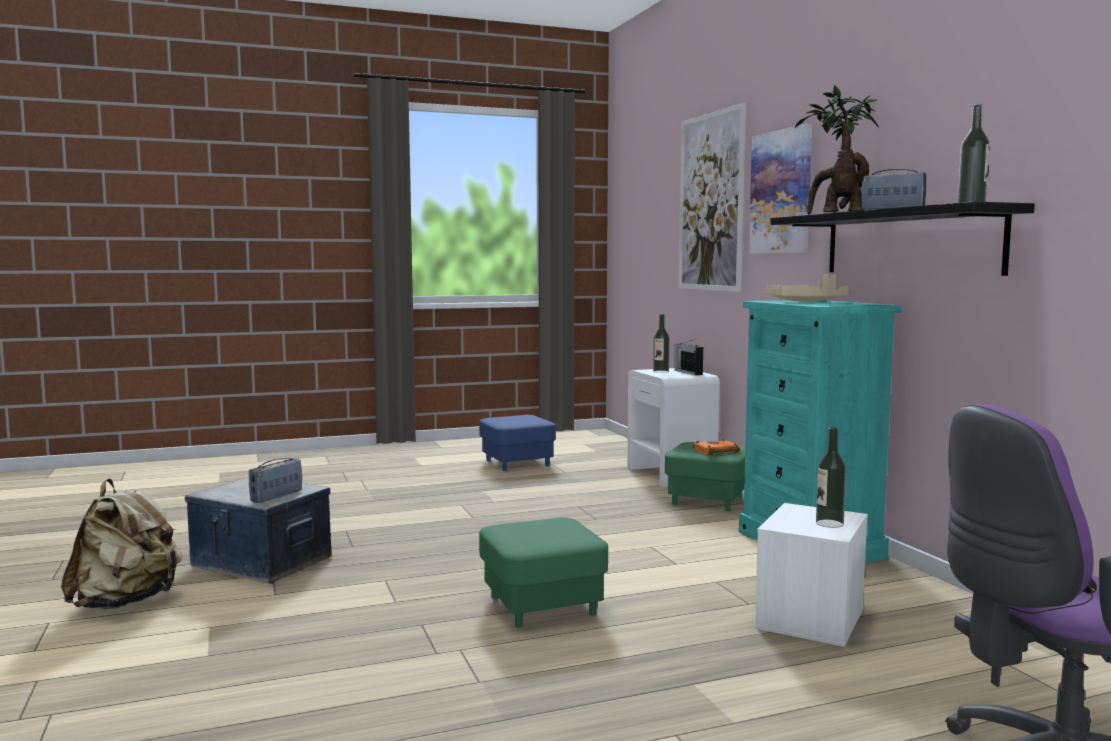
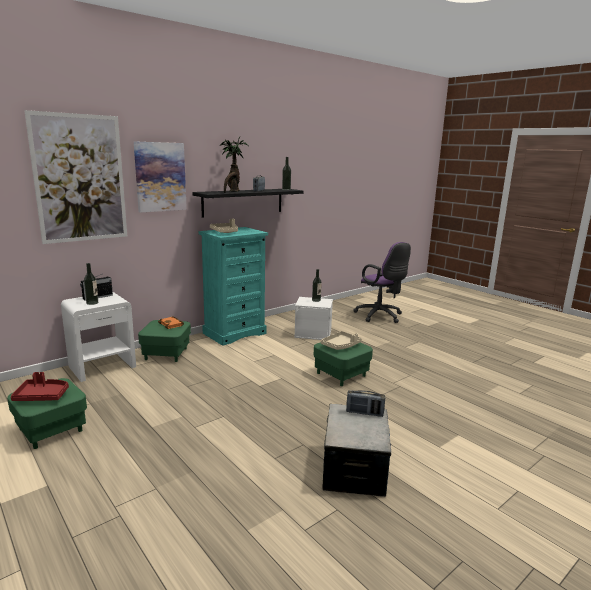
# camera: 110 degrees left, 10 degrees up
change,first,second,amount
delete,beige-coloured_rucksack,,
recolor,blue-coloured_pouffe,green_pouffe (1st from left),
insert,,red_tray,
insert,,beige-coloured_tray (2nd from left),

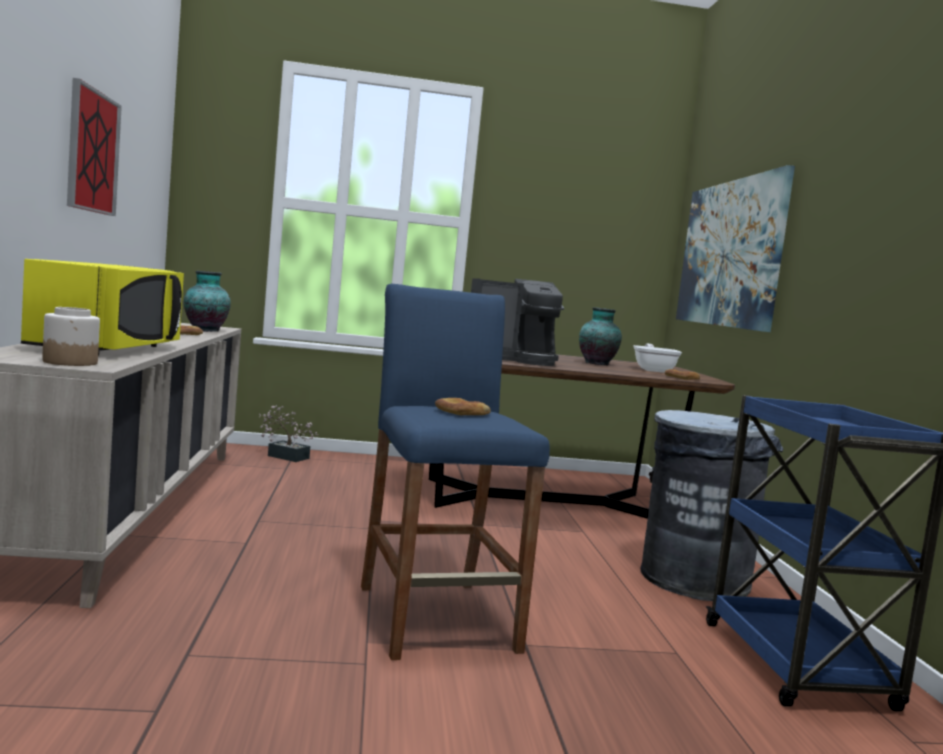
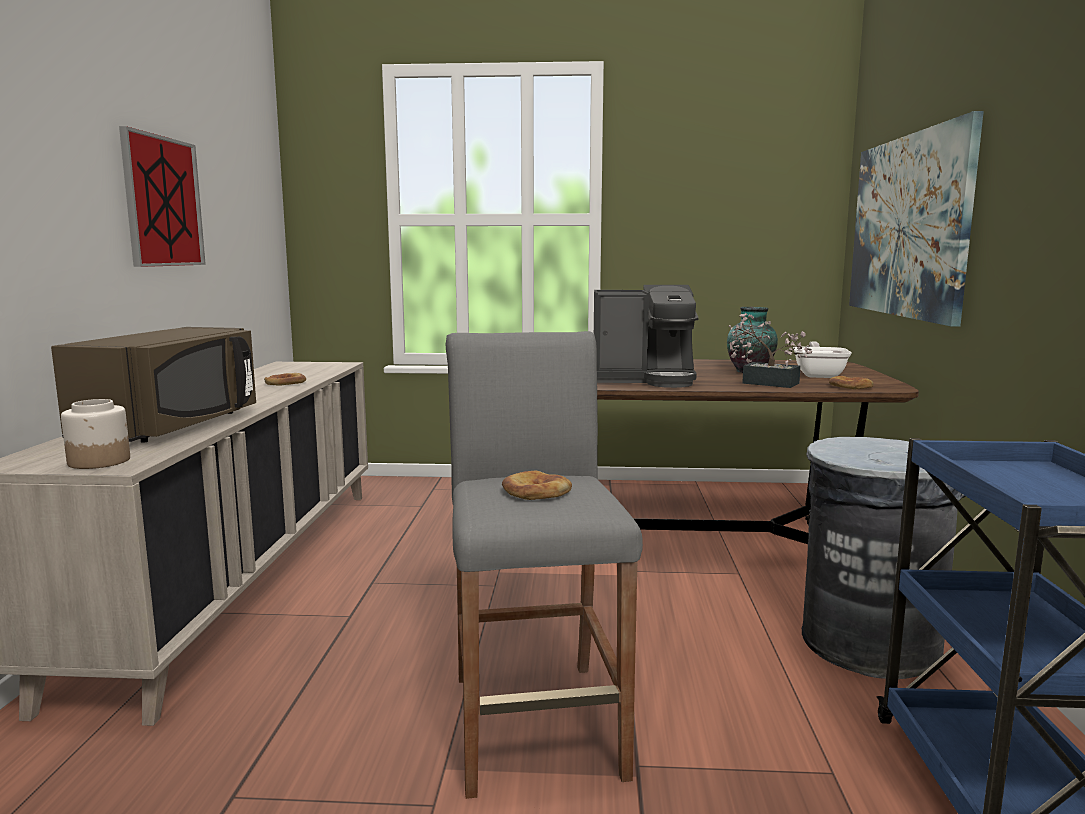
# camera: 10 degrees right, 5 degrees up
change,first,second,amount
recolor,yellowish_kitchen_microwave,brown-coloured_kitchen_microwave,
delete,vase (1st from left),,
move,houseplant,,
recolor,blue-coloured_stool_seat,gray_stool_seat,

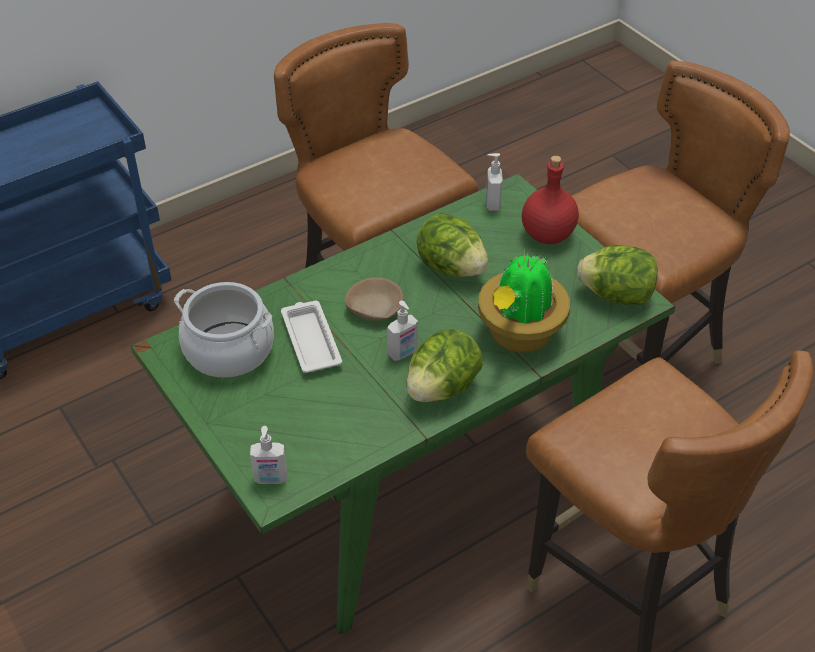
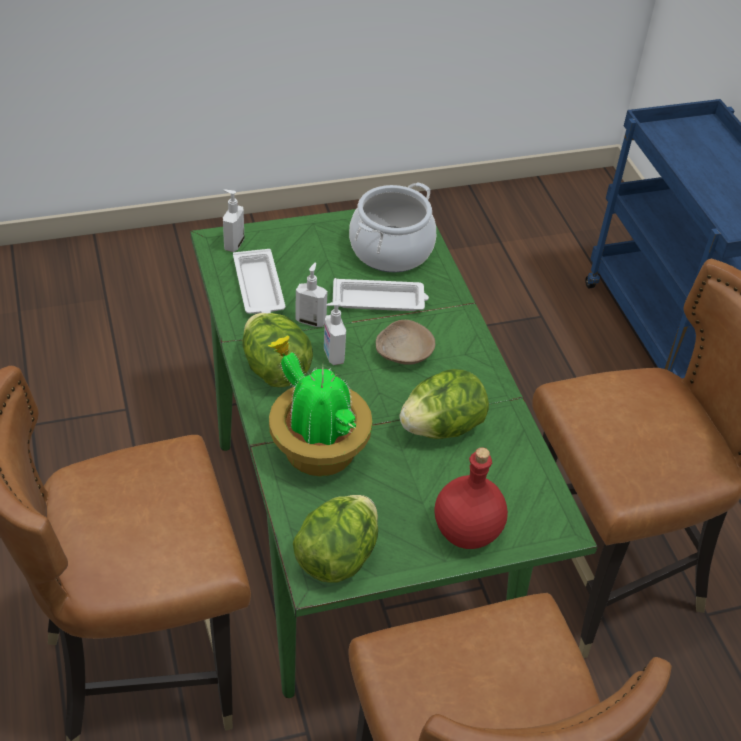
# camera: 105 degrees right, 0 degrees up
change,first,second,amount
move,liquid_soap_bottle (3rd from left in the first image),liquid_soap_bottle (2nd from left),
insert,,whitish_tray (1st from left),

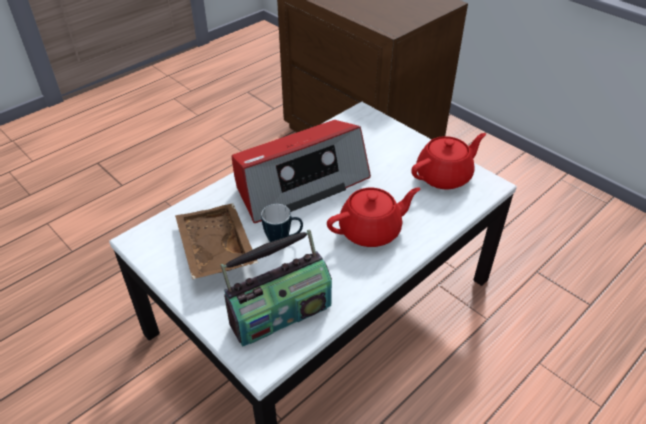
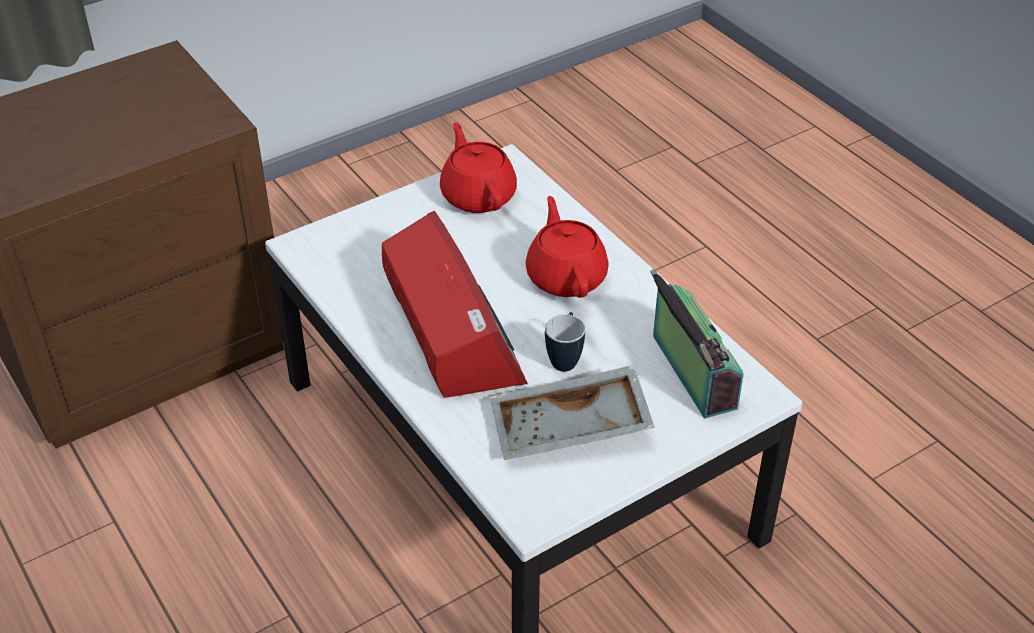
# camera: 80 degrees left, 0 degrees up
change,first,second,amount
recolor,brown-coloured_tray,gray_tray,

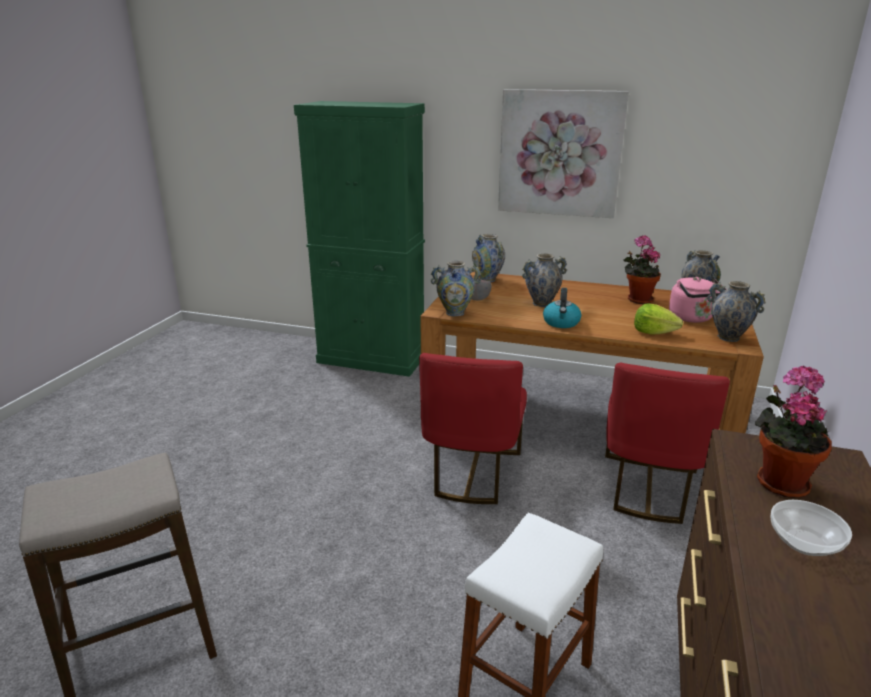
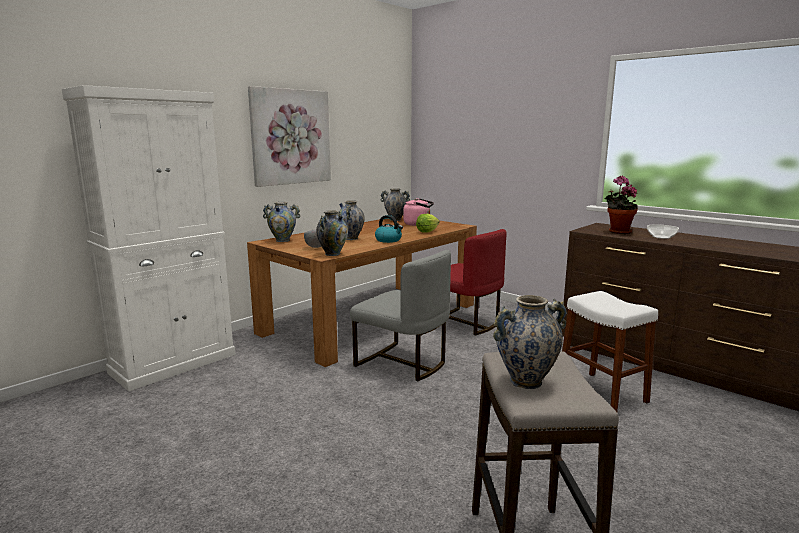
# camera: 65 degrees left, 10 degrees down
change,first,second,amount
recolor,green_cabinet,whitish_cabinet,
recolor,red_chair (1st from left),gray_chair,
delete,houseplant (1st from left),,
move,vase (5th from left),,

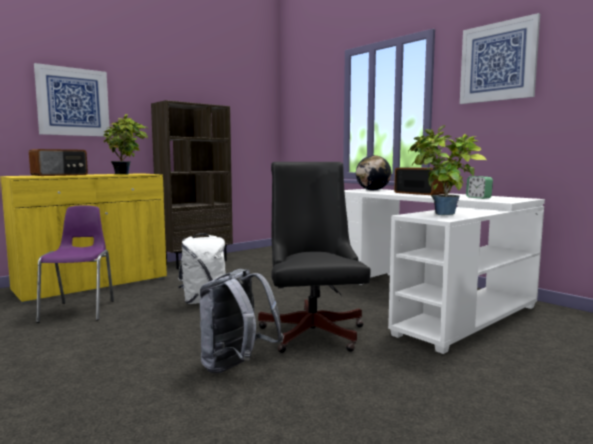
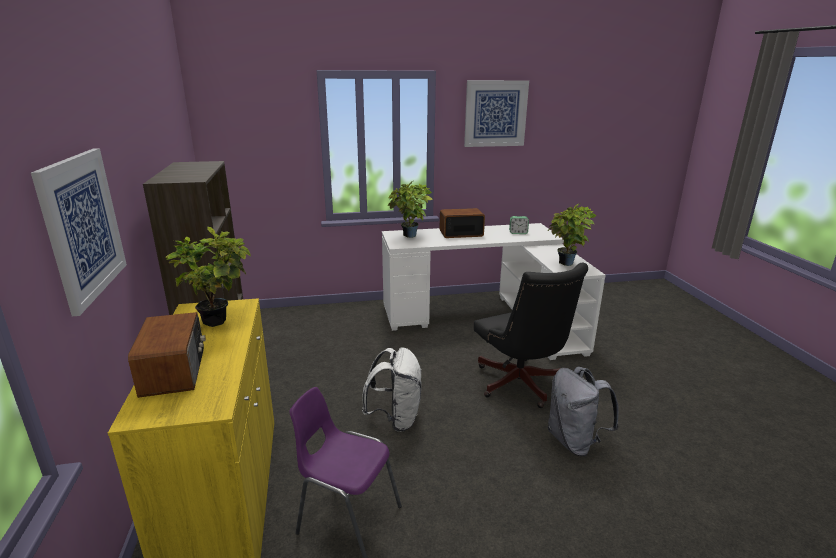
# camera: 60 degrees left, 15 degrees up
change,first,second,amount
rotate,blackish_desk_chair,,135 degrees counterclockwise
replace,world_globe,houseplant (2nd from left),

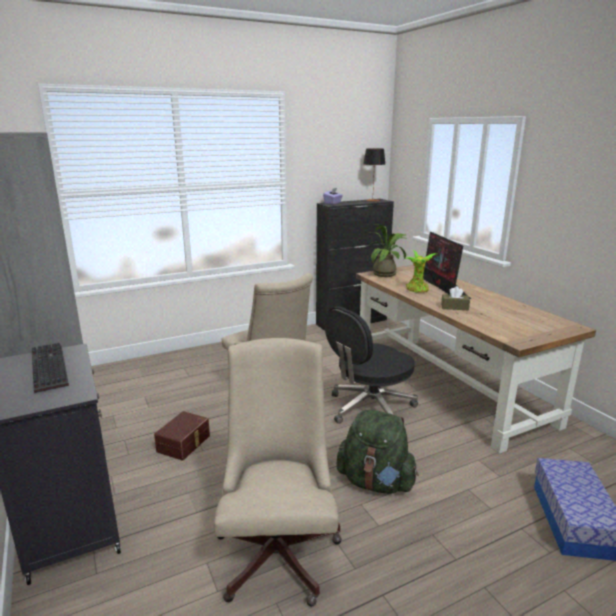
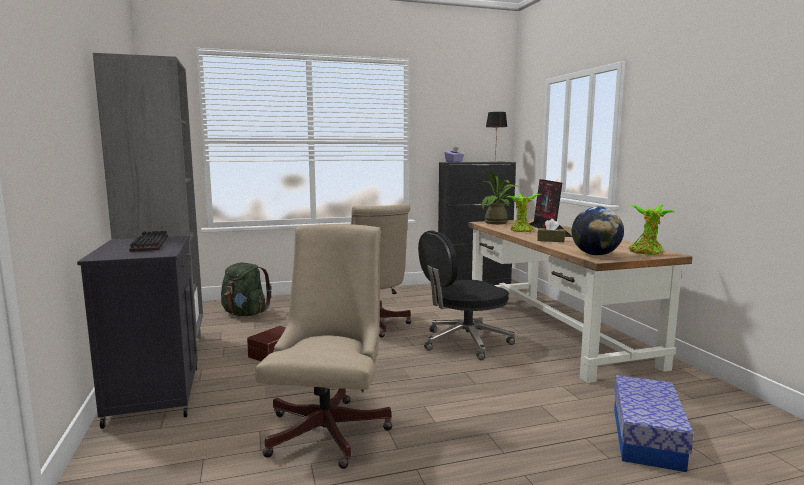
# camera: 10 degrees right, 10 degrees down
change,first,second,amount
move,green_rucksack,,
insert,,world_globe,
insert,,houseplant (3rd from left),

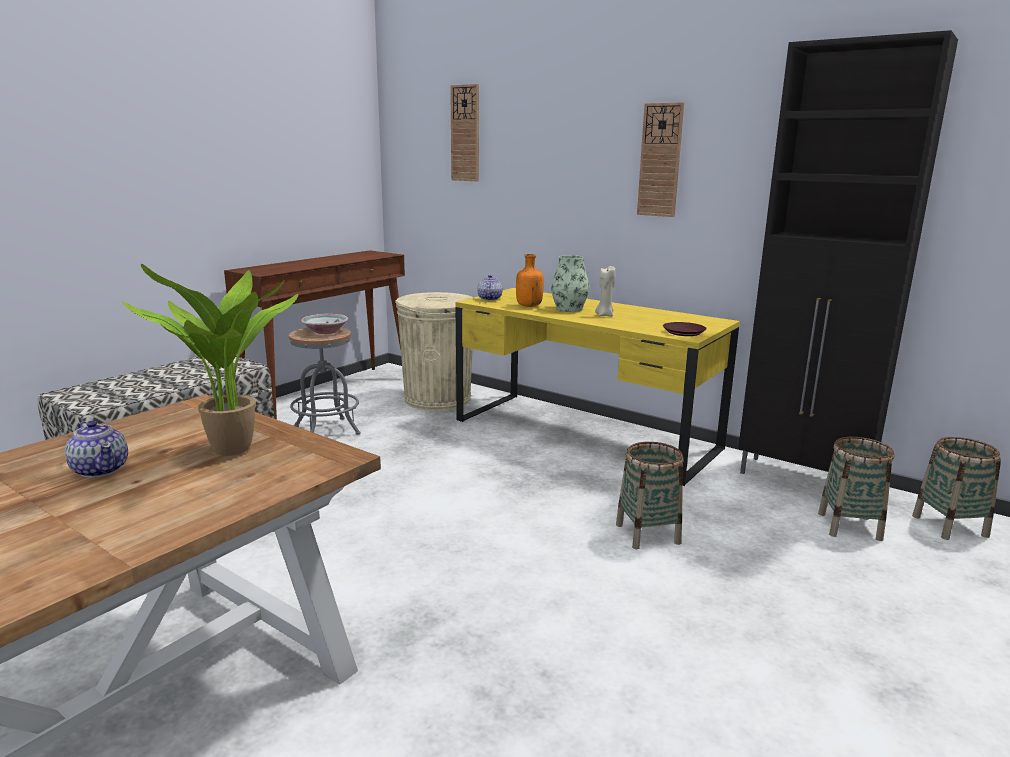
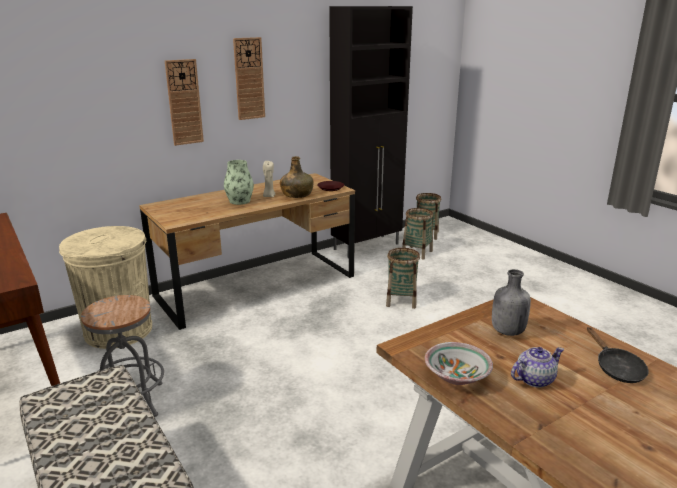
# camera: 70 degrees left, 5 degrees up
change,first,second,amount
replace,houseplant,gray_drink_bottle,
move,bowl,,
move,clock_on_the_wall (1st from left),,
recolor,yellowish_desk_unit,brown-coloured_desk_unit,
delete,tea_pot (2nd from left),,
delete,orange_drink_bottle,,
insert,,green_drink_bottle,
insert,,blackish_pan,

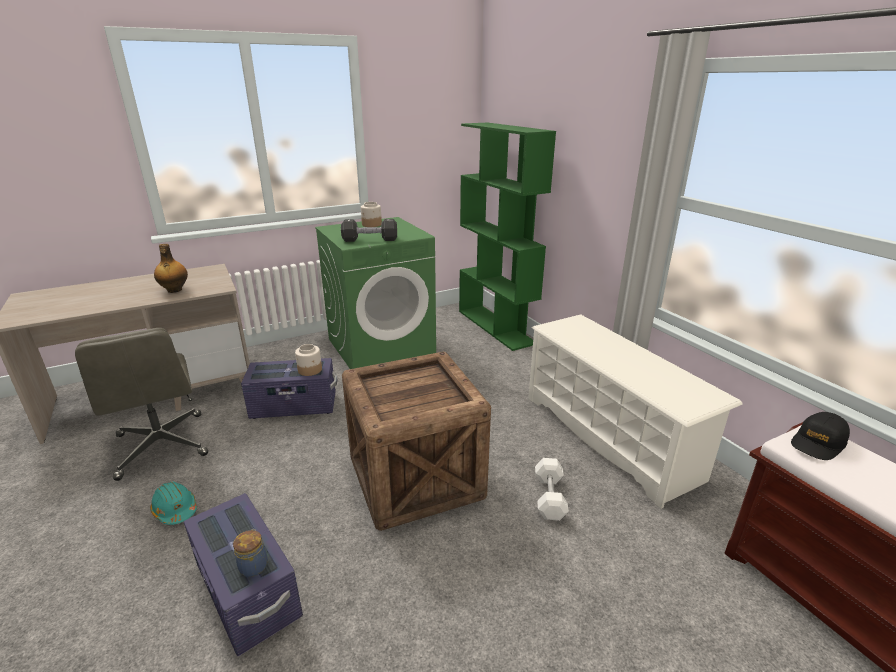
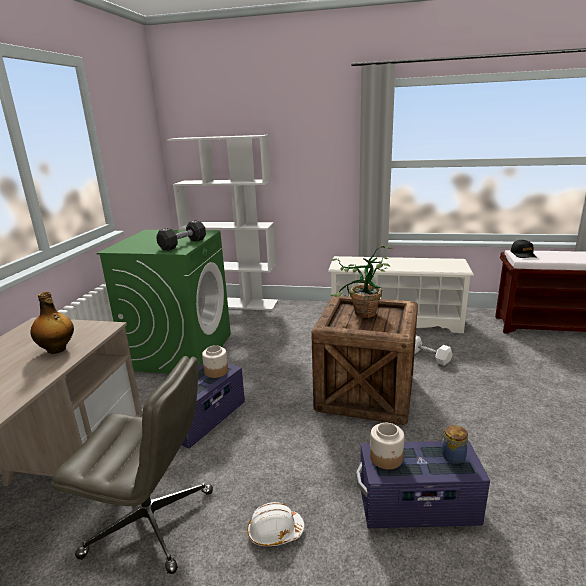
# camera: 50 degrees left, 5 degrees down
change,first,second,amount
recolor,turquoise_hard_hat,whitish_hard_hat,
move,storage_jar (3rd from left in the first image),storage_jar (2nd from left),
recolor,green_shelving_unit,whitish_shelving_unit,
insert,,houseplant,

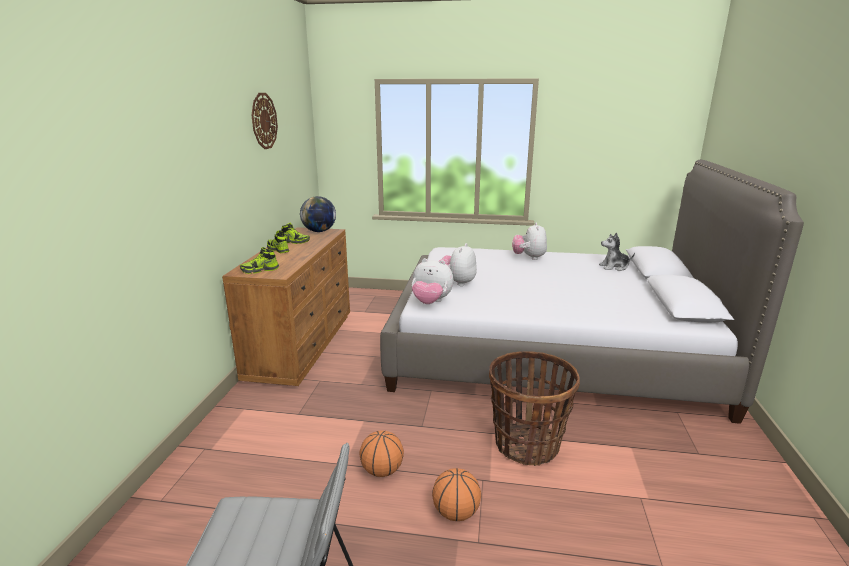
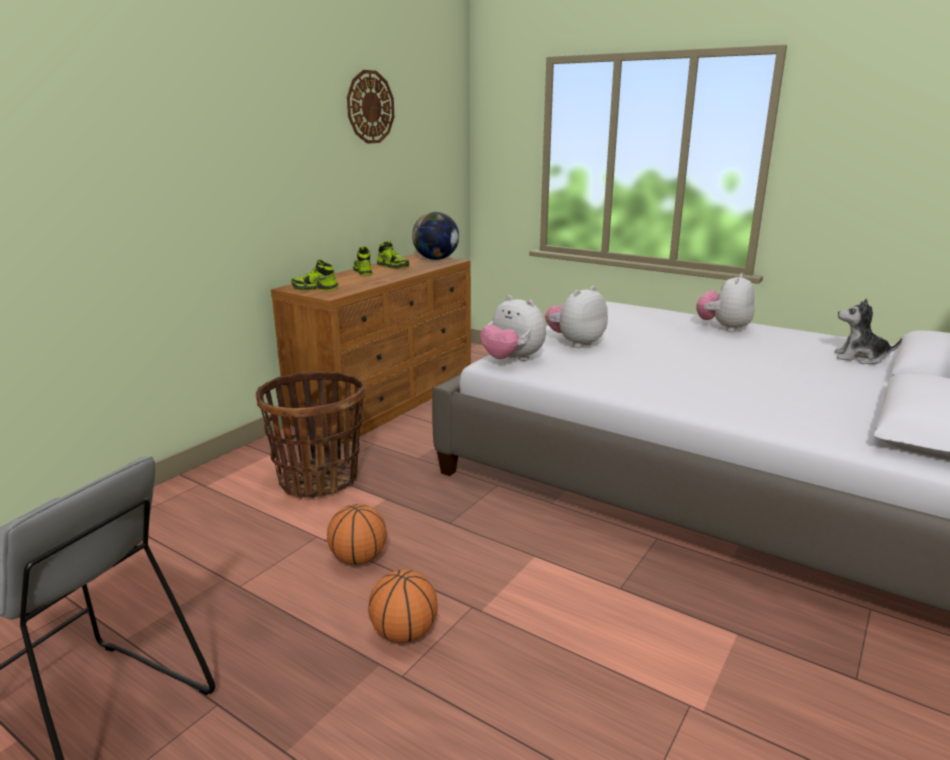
# camera: 25 degrees right, 0 degrees up
change,first,second,amount
move,storage_basket,,

